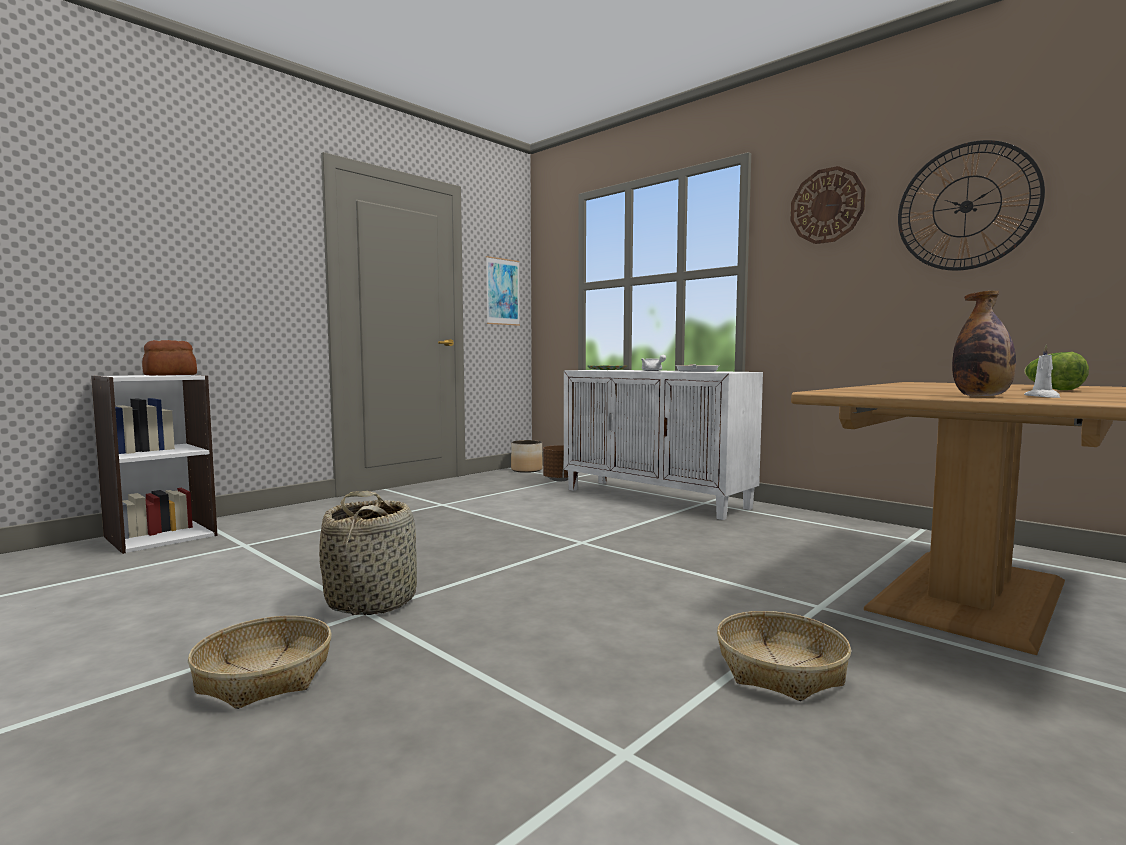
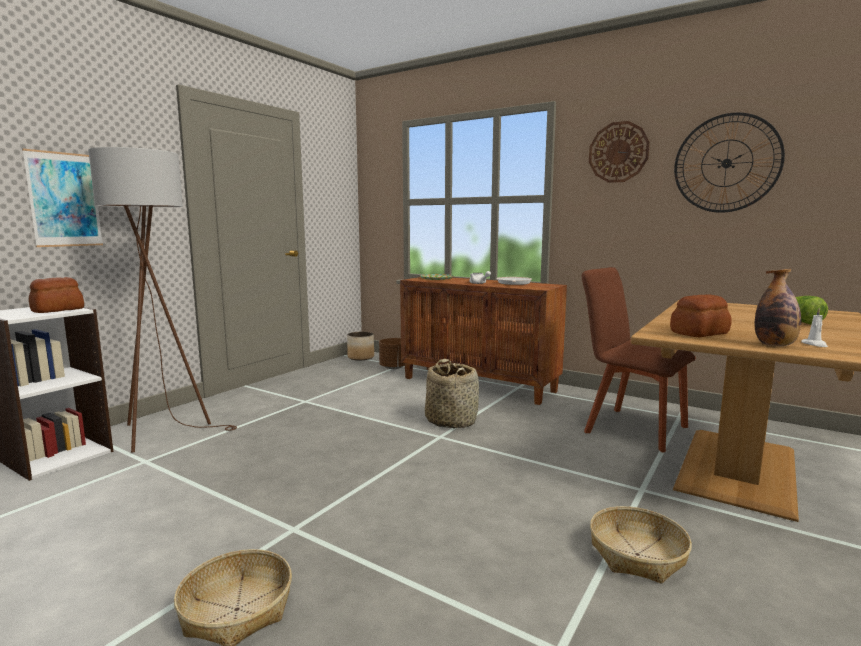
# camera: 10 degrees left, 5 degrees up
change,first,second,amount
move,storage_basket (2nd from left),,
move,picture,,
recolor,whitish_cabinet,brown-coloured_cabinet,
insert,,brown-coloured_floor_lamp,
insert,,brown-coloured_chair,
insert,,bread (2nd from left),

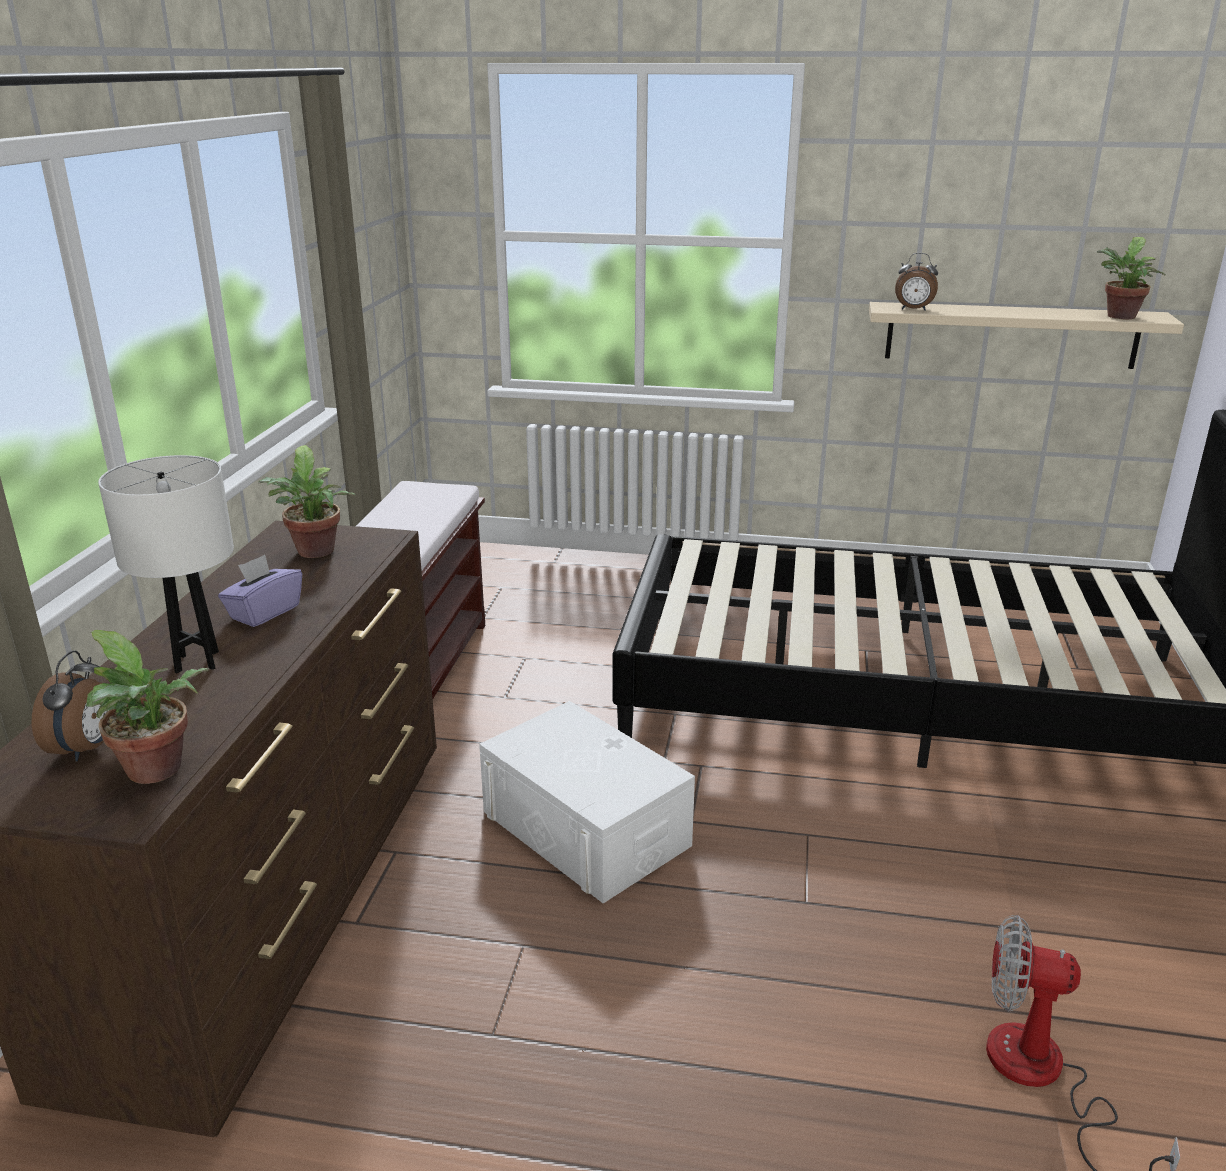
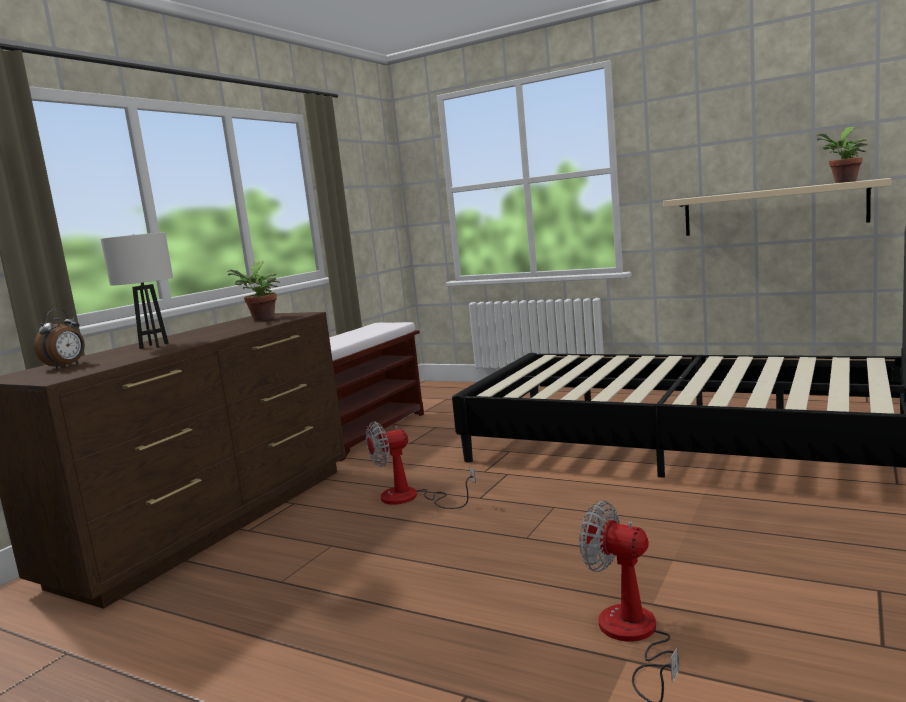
# camera: 20 degrees right, 15 degrees down
change,first,second,amount
delete,houseplant (1st from left),,
delete,purplish_tissue_box,,
replace,whitish_storage_bin,cooling_fan (1st from left),
delete,bedside_clock (2nd from left),,

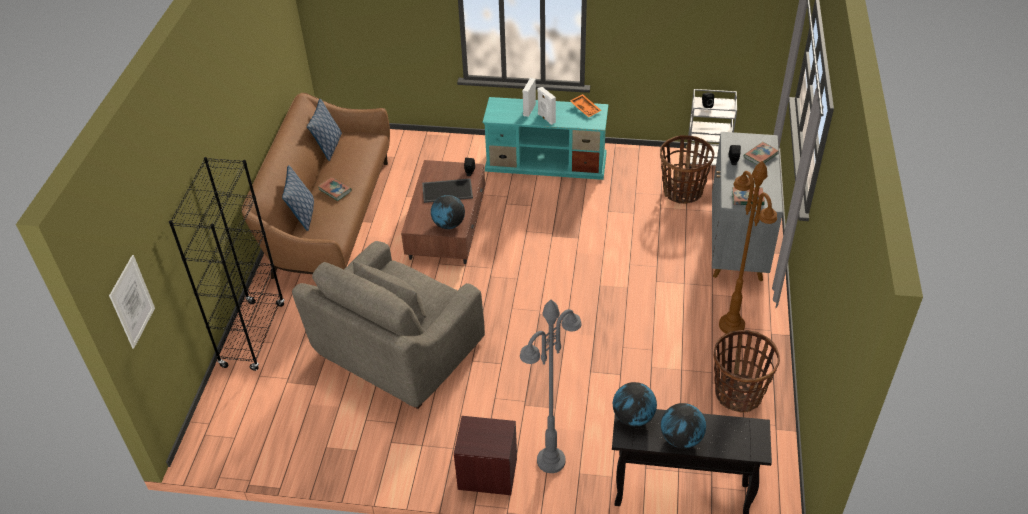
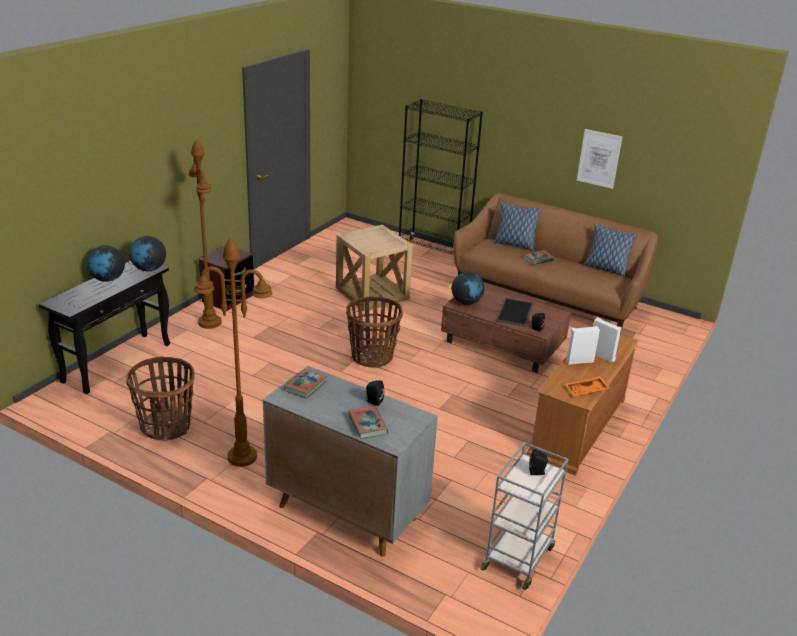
# camera: 110 degrees right, 15 degrees down
change,first,second,amount
move,picture,,
replace,gray_armchair,beige-coloured_side_table,
recolor,turquoise_tv_unit,brown-coloured_tv_unit,
recolor,gray_floor_lamp,brown-coloured_floor_lamp (1st from left),
move,storage_basket (1st from left in the first image),storage_basket (2nd from left),

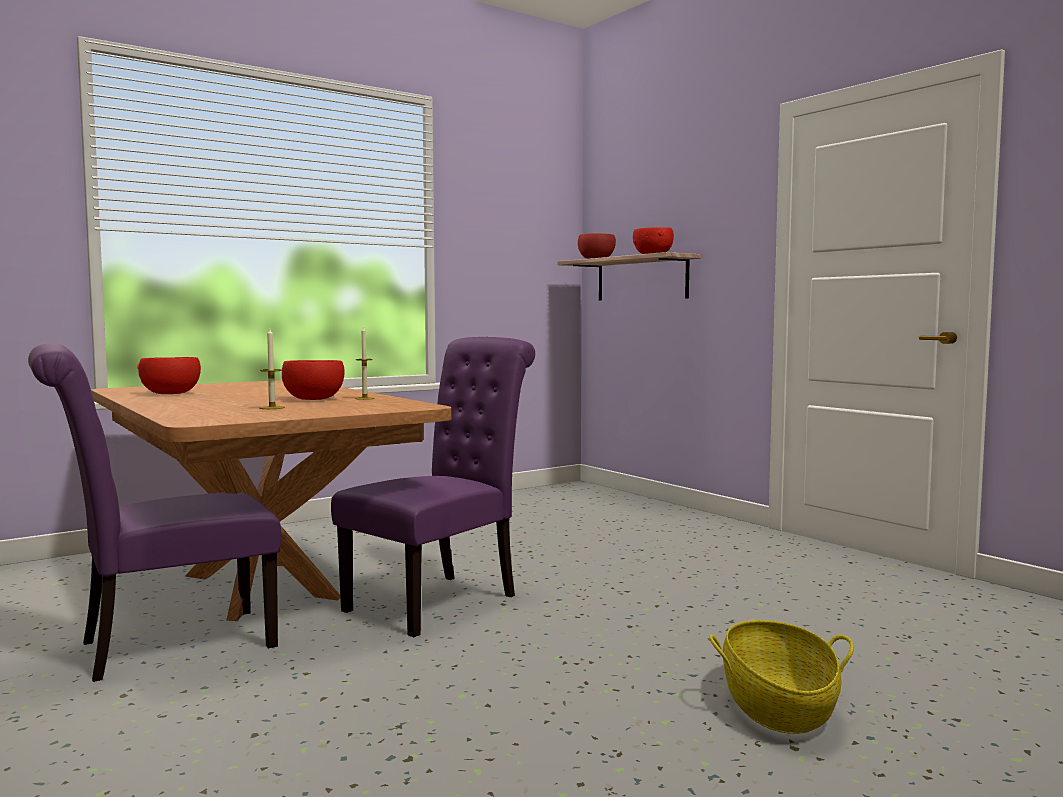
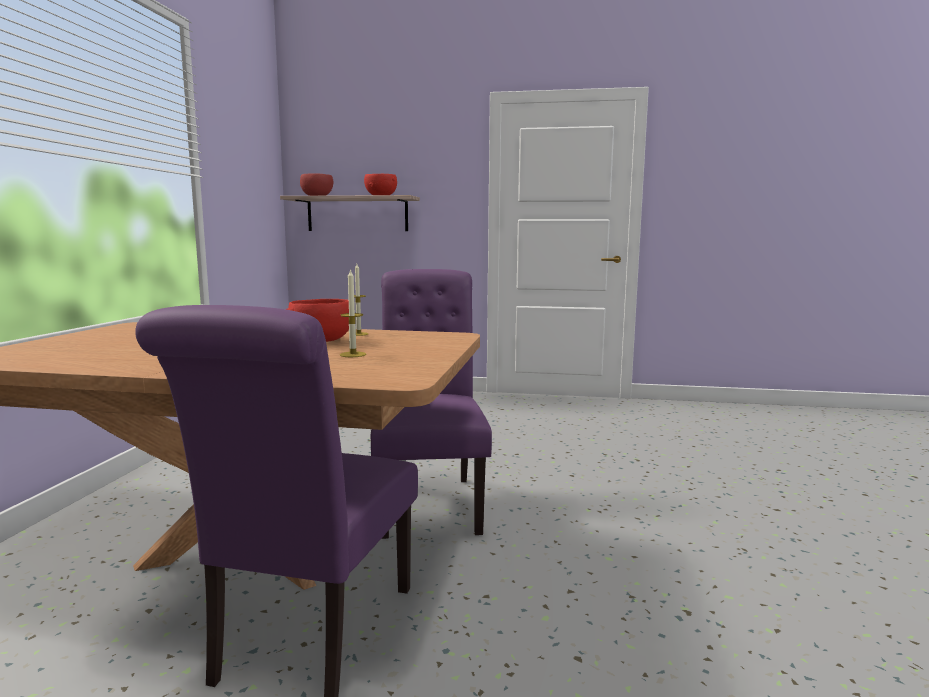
# camera: 45 degrees left, 5 degrees up
change,first,second,amount
delete,red_bowl (1st from left),,
delete,storage_basket,,

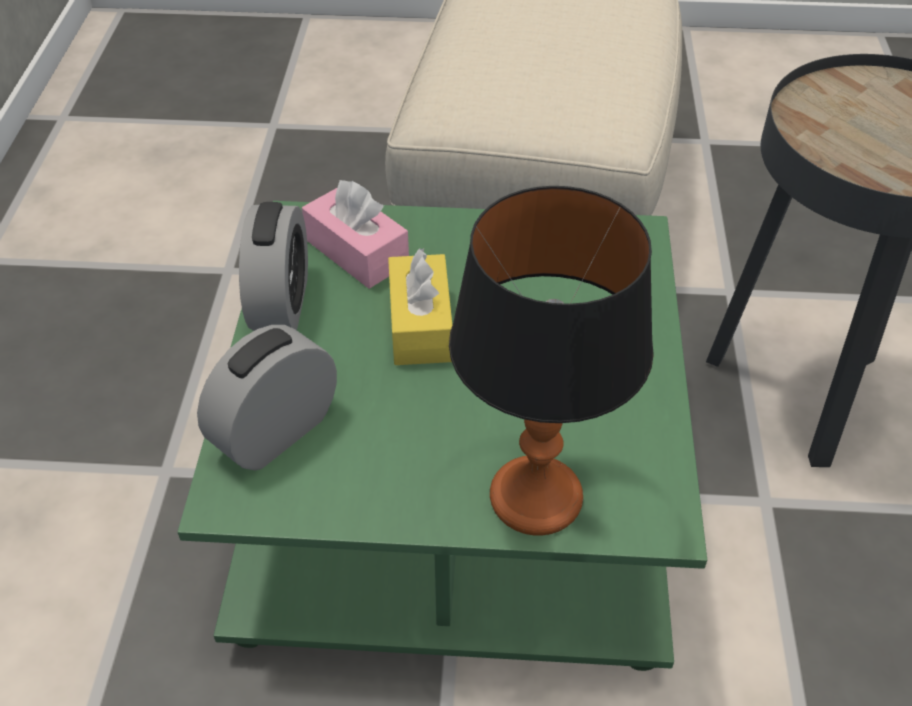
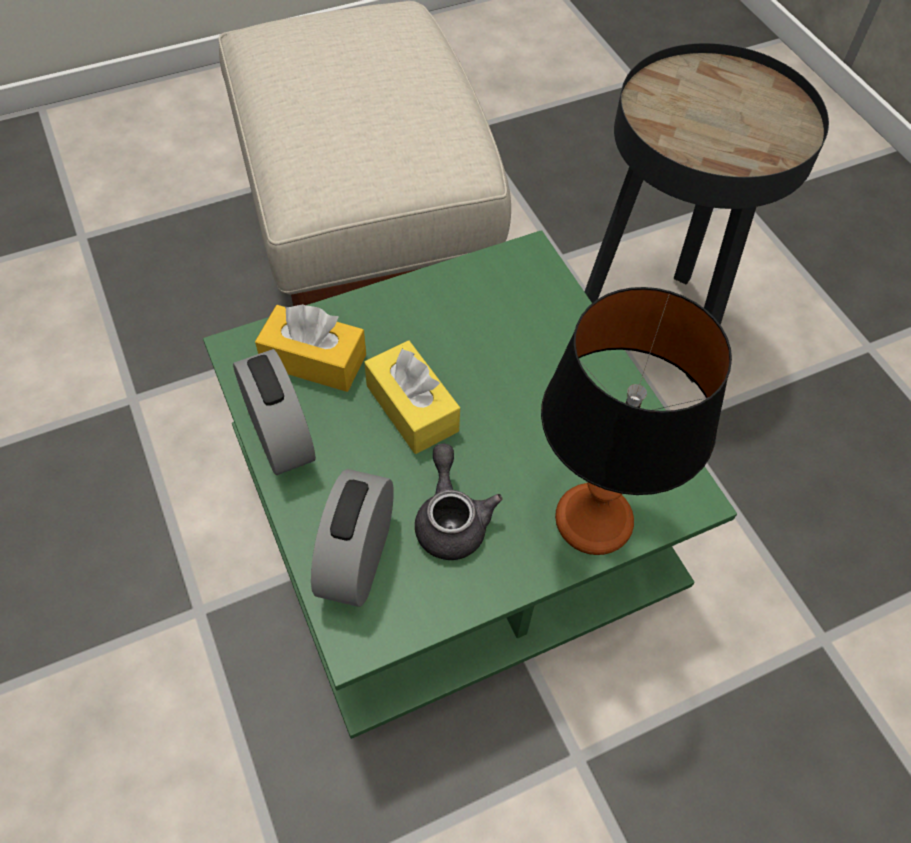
# camera: 30 degrees left, 10 degrees up
change,first,second,amount
recolor,pink-coloured_tissue_box,yellowish_tissue_box (1st from left),
insert,,gray_tea_pot,

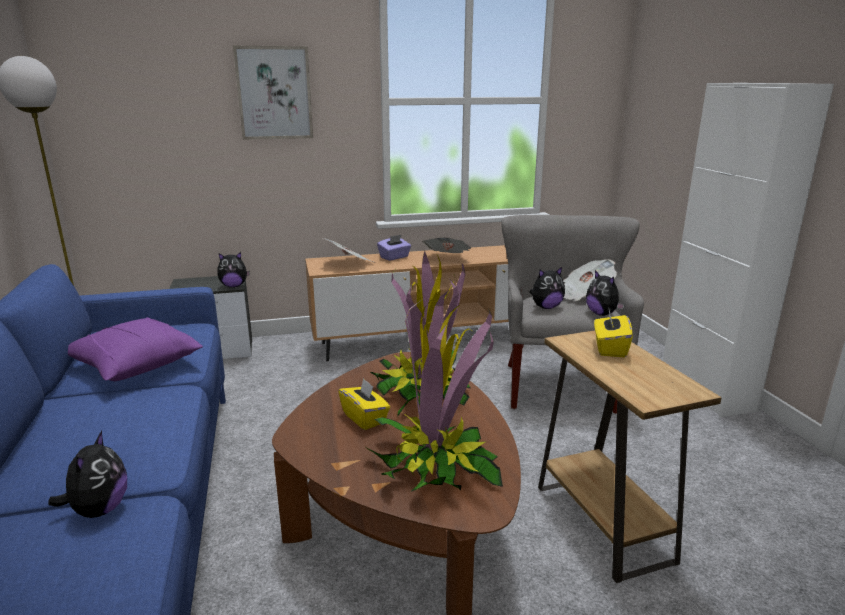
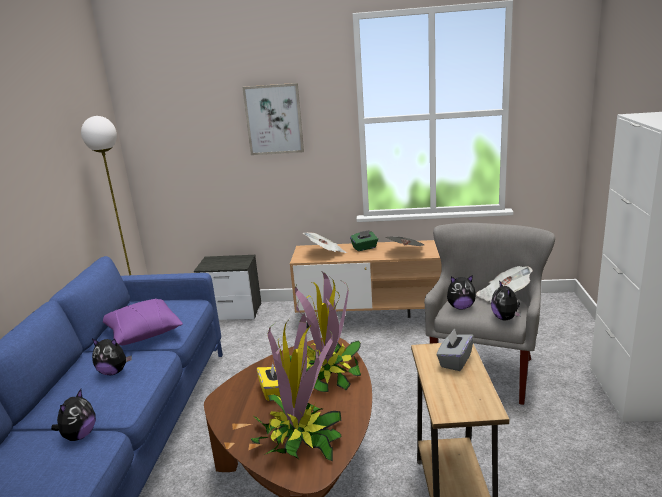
# camera: 20 degrees right, 0 degrees up
change,first,second,amount
move,cuddly_toy (2nd from left),,
recolor,purplish_tissue_box,green_tissue_box,
recolor,yellowish_tissue_box (2nd from left),gray_tissue_box,

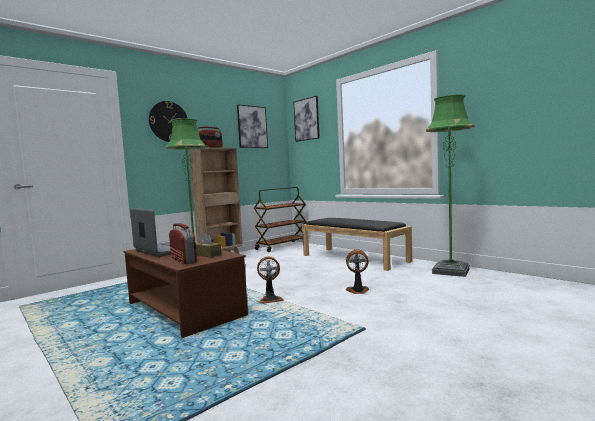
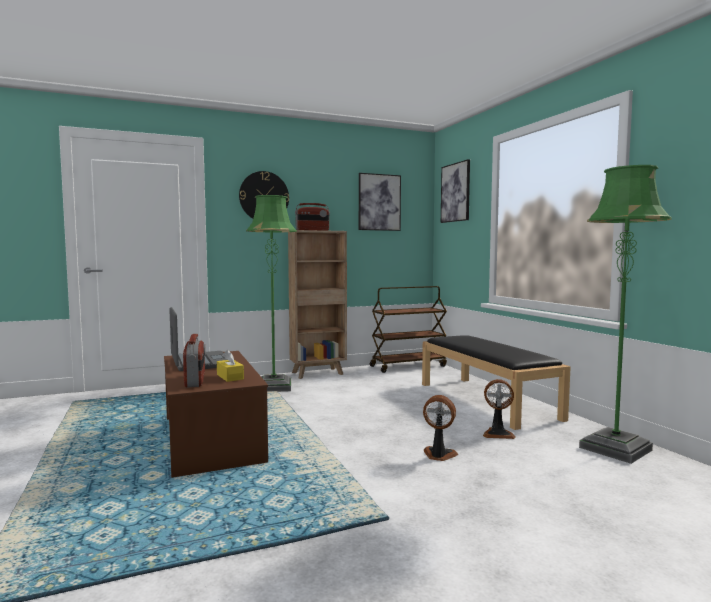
# camera: 20 degrees right, 0 degrees up
change,first,second,amount
recolor,brown-coloured_tissue_box,yellowish_tissue_box,
move,cooling_fan (1st from left in the first image),cooling_fan (2nd from left),

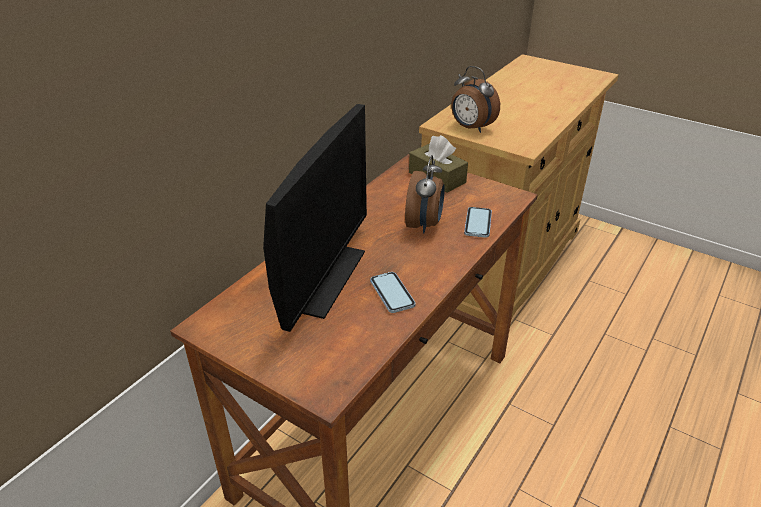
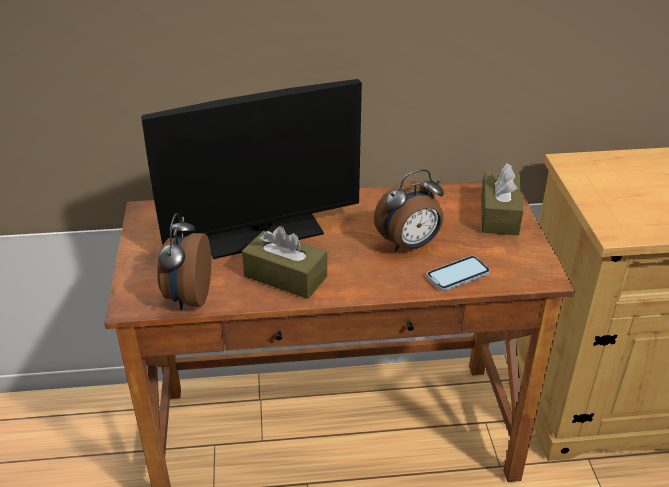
# camera: 50 degrees right, 0 degrees up
change,first,second,amount
replace,telephone (1st from left),brown-coloured_tissue_box (1st from left),
move,bedside_clock (2nd from left in the first image),bedside_clock (1st from left),

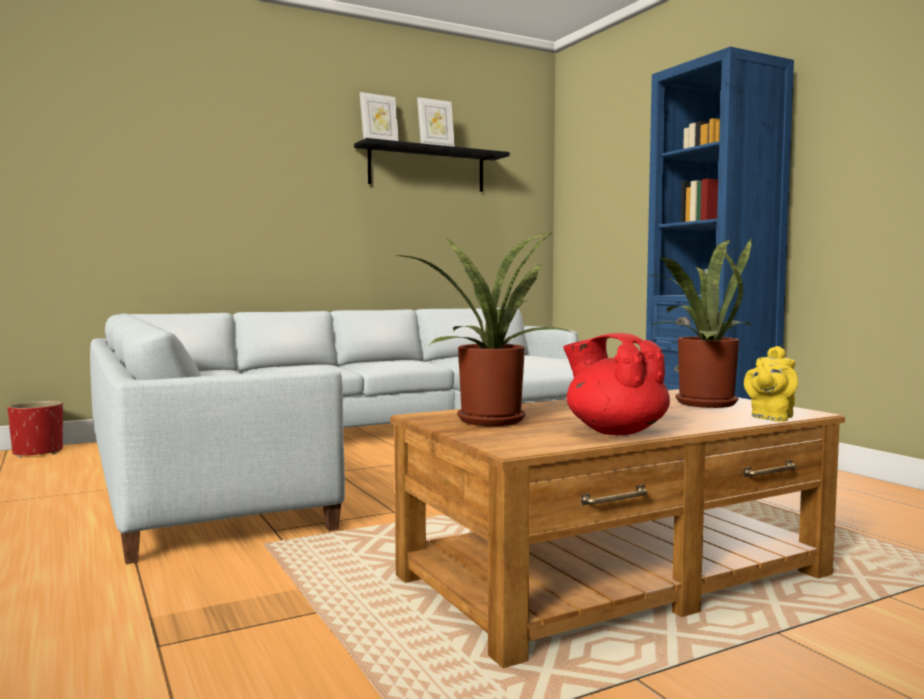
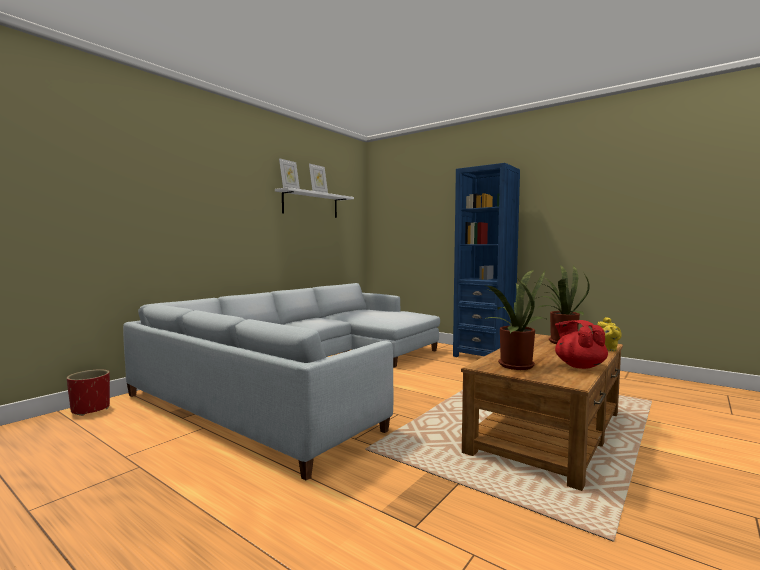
# camera: 25 degrees left, 0 degrees up
change,first,second,amount
recolor,blackish_bracket_shelf,whitish_bracket_shelf,
rotate,red_tea_pot,,45 degrees clockwise

